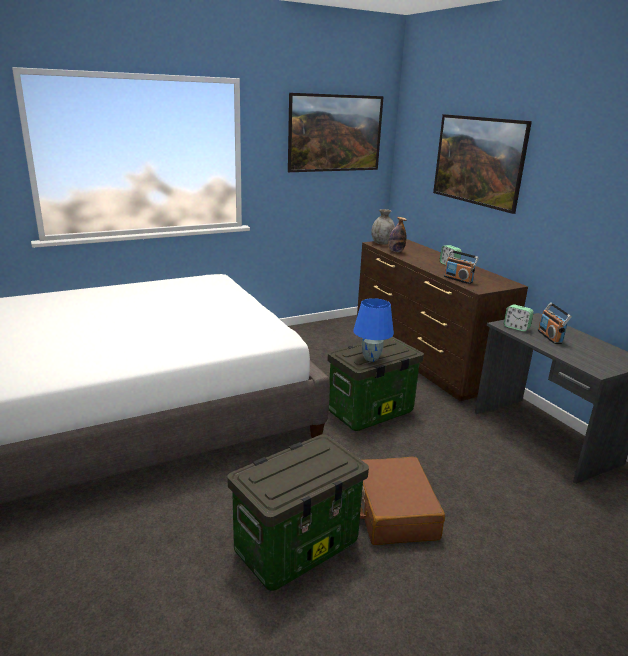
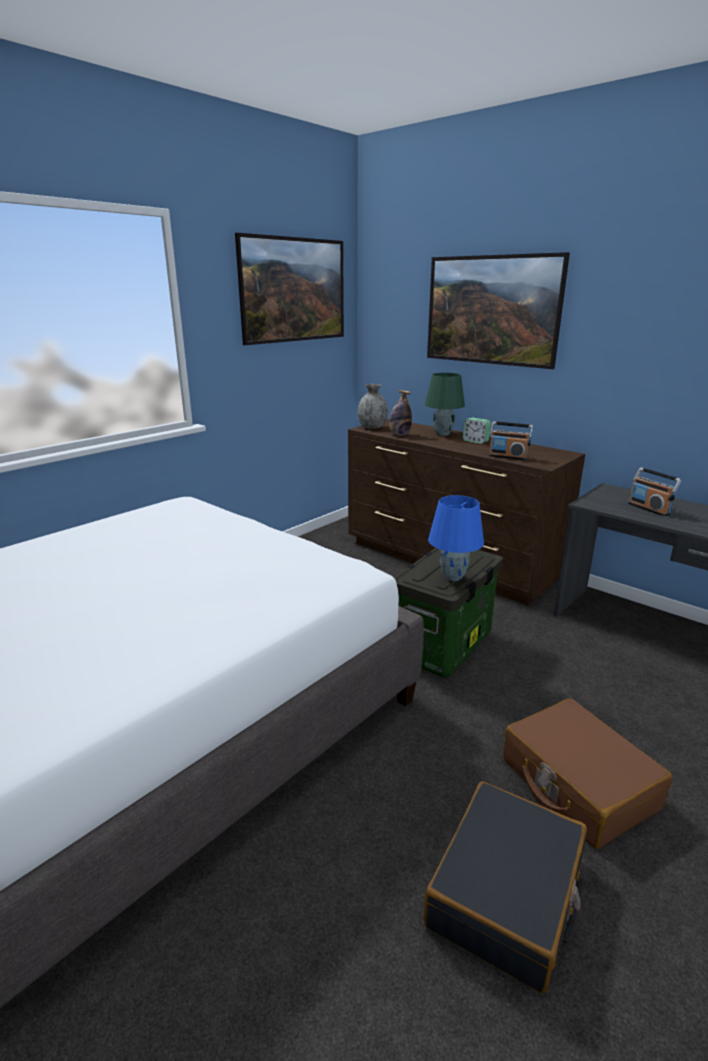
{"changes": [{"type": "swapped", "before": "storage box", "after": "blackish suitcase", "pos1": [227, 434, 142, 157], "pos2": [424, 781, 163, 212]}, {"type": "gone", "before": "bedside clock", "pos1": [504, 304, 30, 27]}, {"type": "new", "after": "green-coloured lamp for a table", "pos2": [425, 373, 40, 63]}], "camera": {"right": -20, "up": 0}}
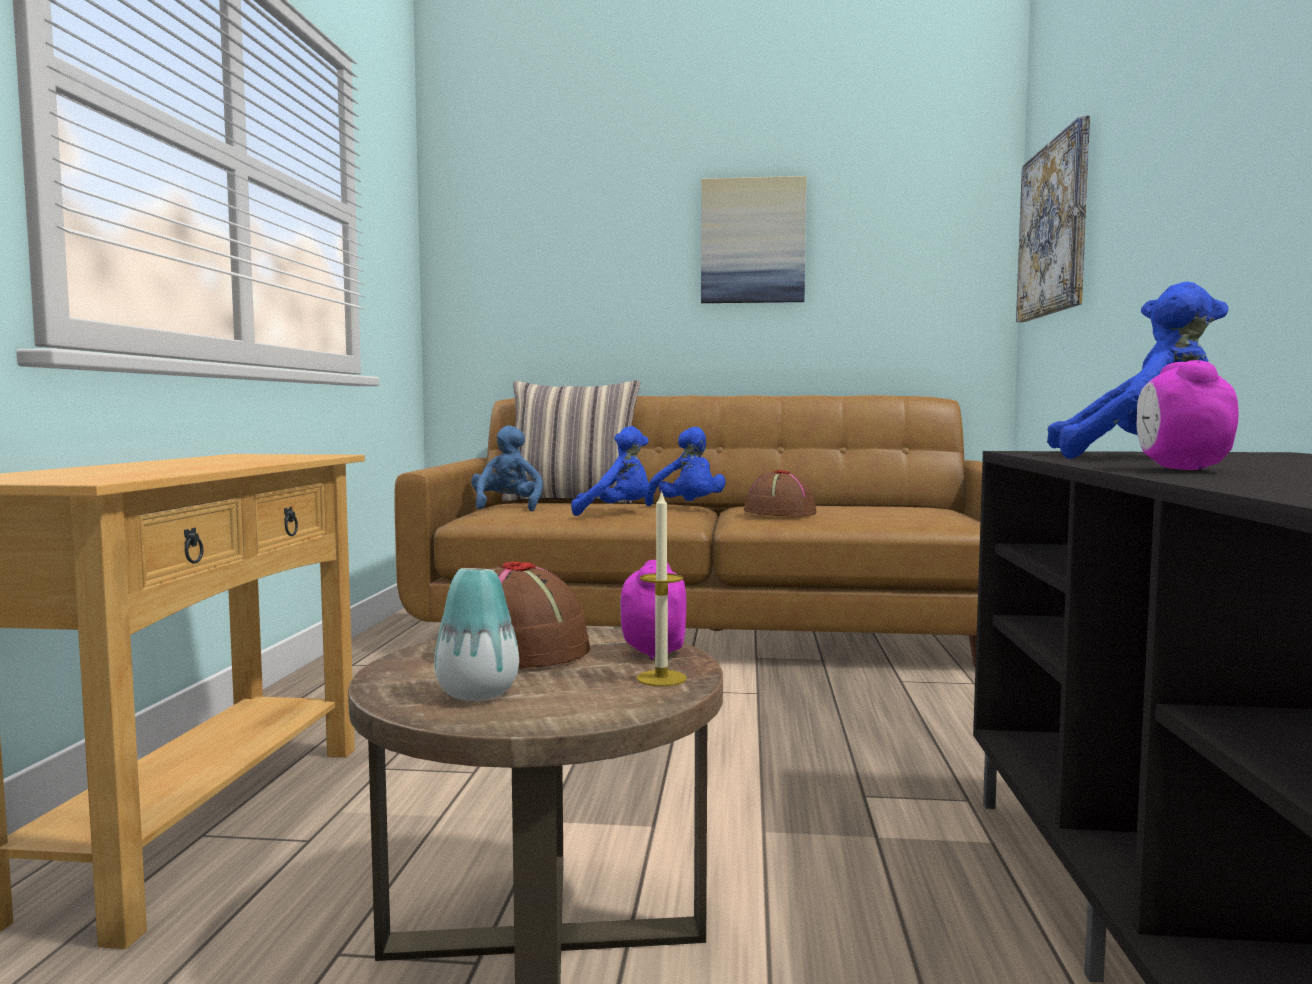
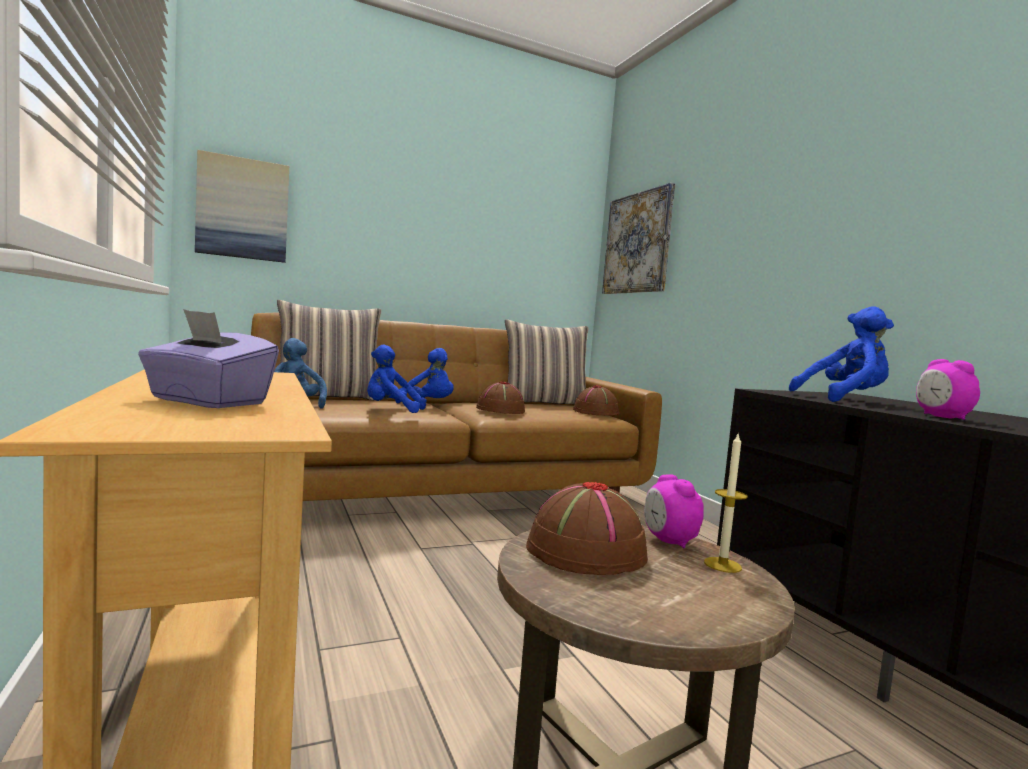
{"changes": [{"type": "gone", "before": "vase", "pos1": [434, 568, 85, 133]}, {"type": "rotated", "before": "bluish cuddly toy", "pos1": [571, 426, 78, 90], "pos2": [367, 344, 59, 69], "turn": -150}, {"type": "shifted", "before": "wall art", "pos1": [701, 176, 105, 127], "pos2": [195, 150, 94, 113]}, {"type": "new", "after": "purplish tissue holder", "pos2": [138, 309, 141, 99]}, {"type": "new", "after": "pillow", "pos2": [505, 319, 83, 86]}, {"type": "new", "after": "brown clothing hat", "pos2": [573, 385, 46, 30]}], "camera": {"right": -30, "up": 0}}
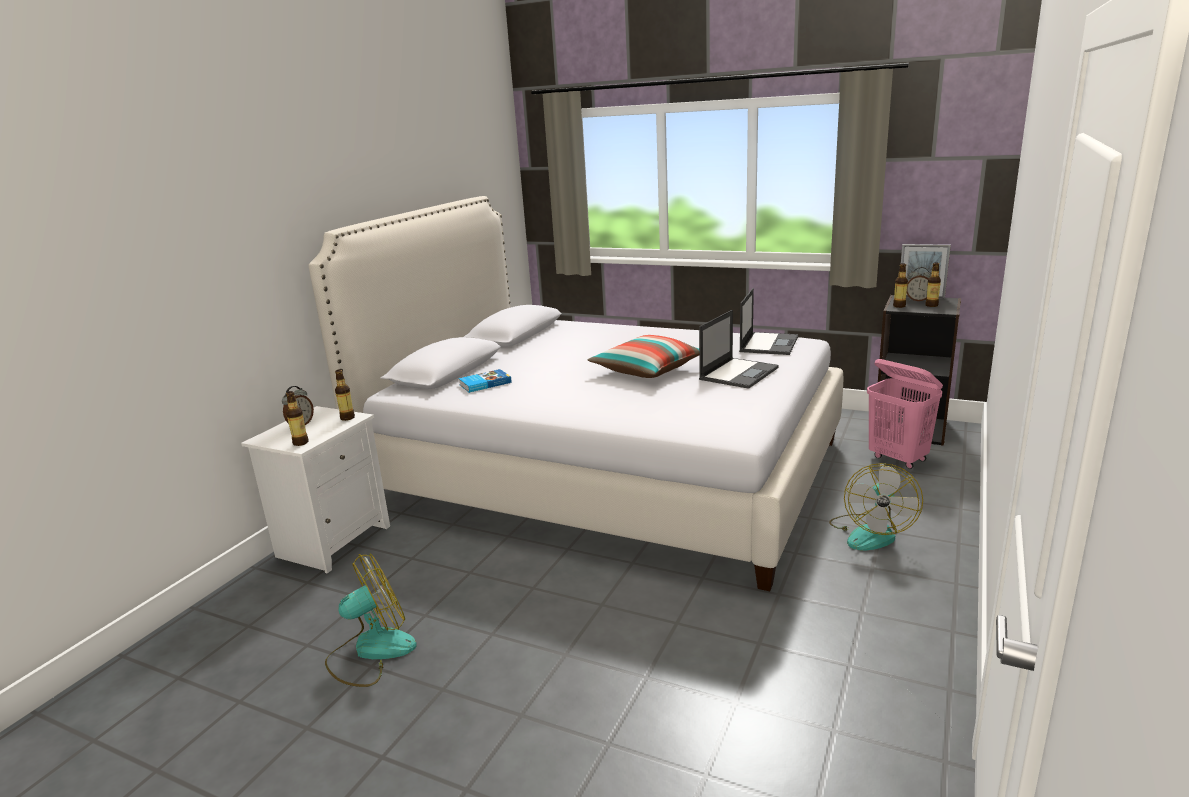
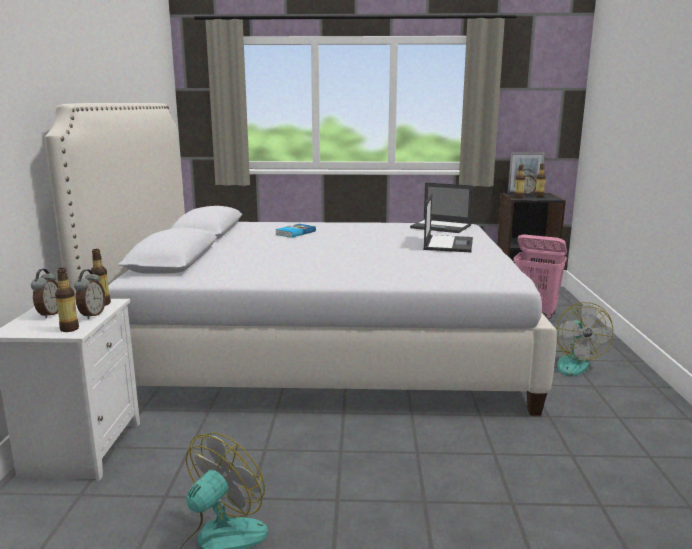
{"changes": [{"type": "shifted", "before": "book", "pos1": [459, 369, 53, 24], "pos2": [275, 224, 41, 14]}, {"type": "gone", "before": "pillow", "pos1": [588, 335, 111, 43]}, {"type": "rotated", "before": "notebook computer", "pos1": [739, 288, 59, 67], "pos2": [410, 182, 63, 51], "turn": 120}, {"type": "new", "after": "bedside clock", "pos2": [74, 269, 32, 50]}], "camera": {"right": -25, "up": -5}}
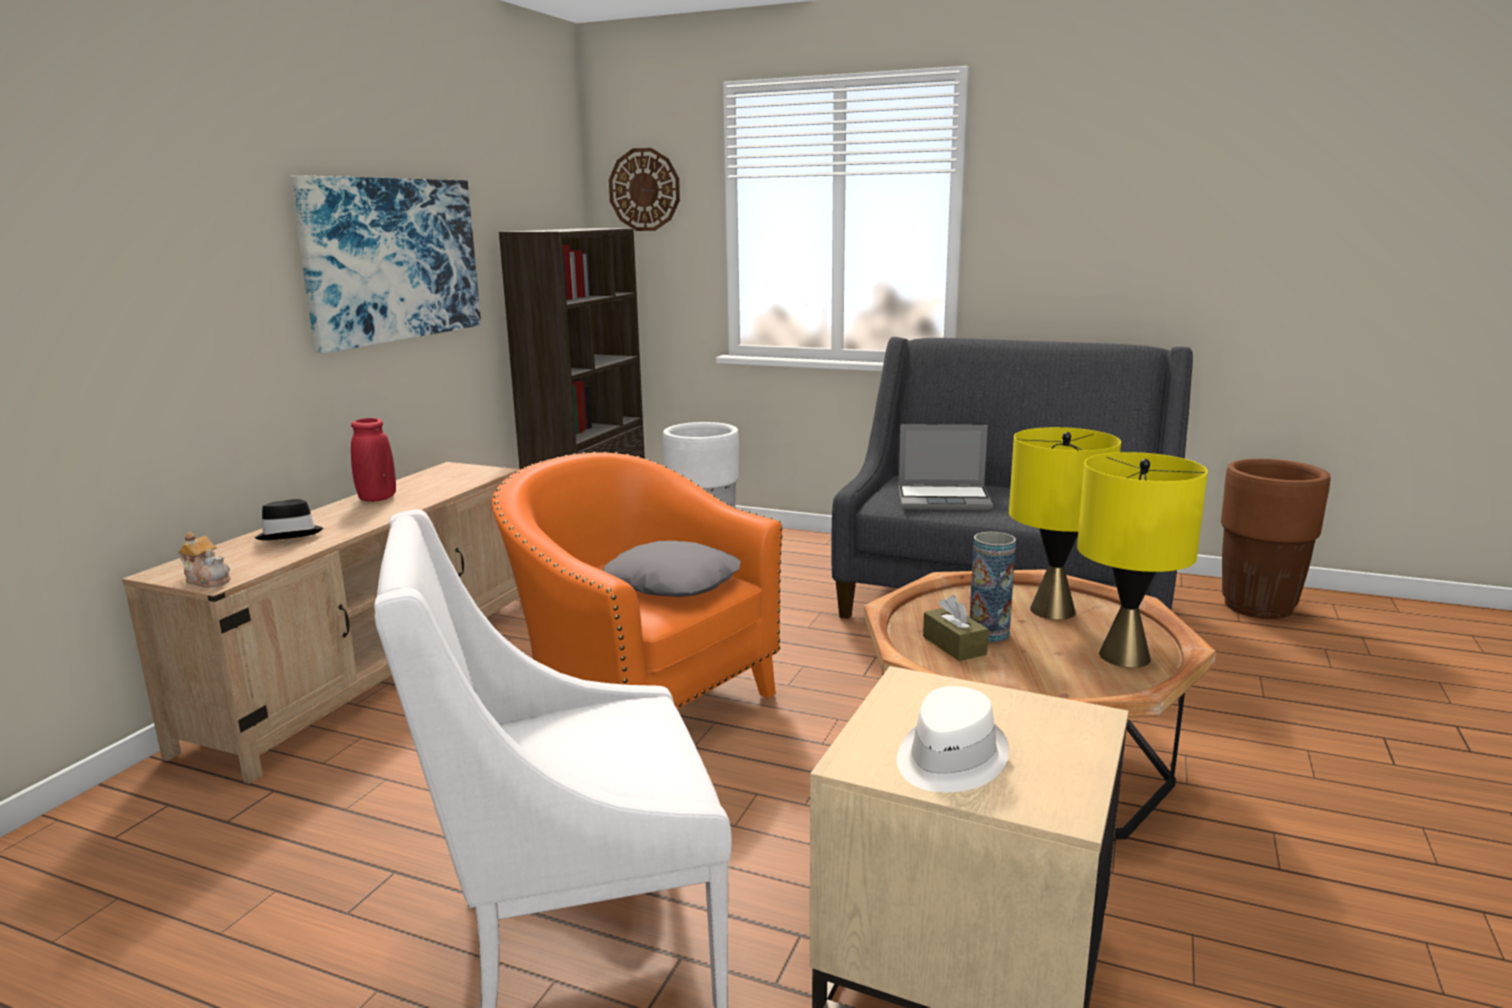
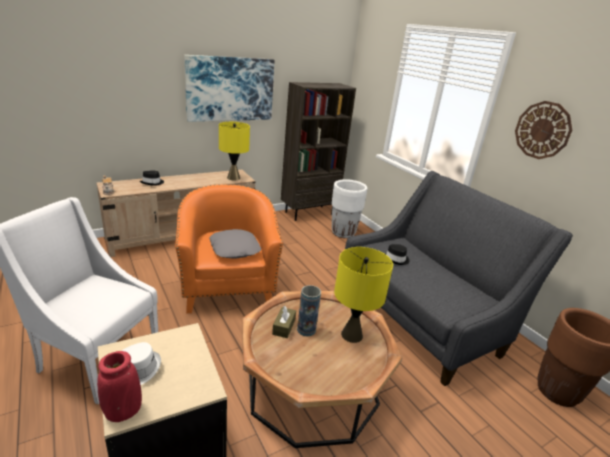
{"changes": [{"type": "shifted", "before": "red-coloured vase", "pos1": [351, 418, 45, 84], "pos2": [97, 351, 45, 71]}, {"type": "shifted", "before": "hanging clock", "pos1": [609, 148, 71, 83], "pos2": [515, 101, 57, 58]}, {"type": "swapped", "before": "notebook computer", "after": "blackish clothing hat", "pos1": [898, 424, 95, 86], "pos2": [384, 244, 25, 21]}, {"type": "shifted", "before": "yellow-coloured lamp for a table", "pos1": [1077, 452, 131, 216], "pos2": [219, 122, 31, 58]}], "camera": {"right": 35, "up": 10}}
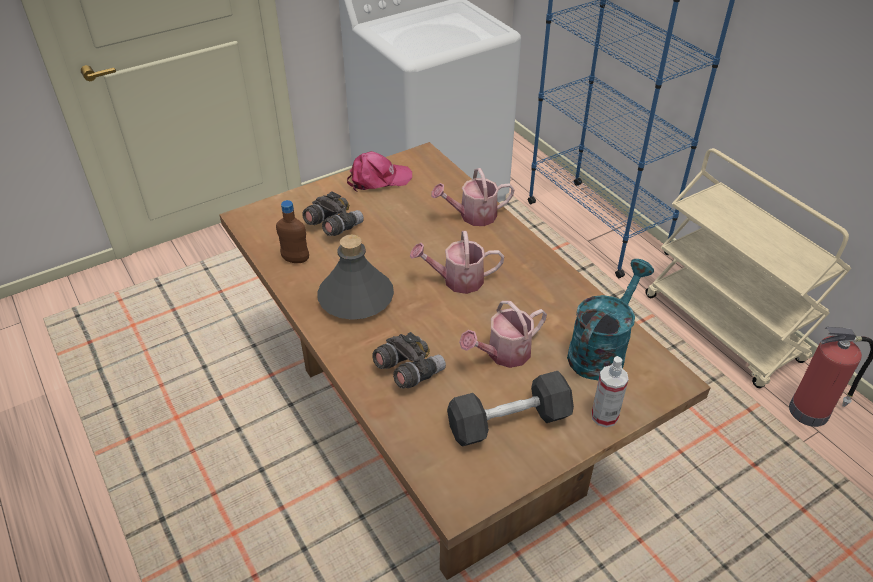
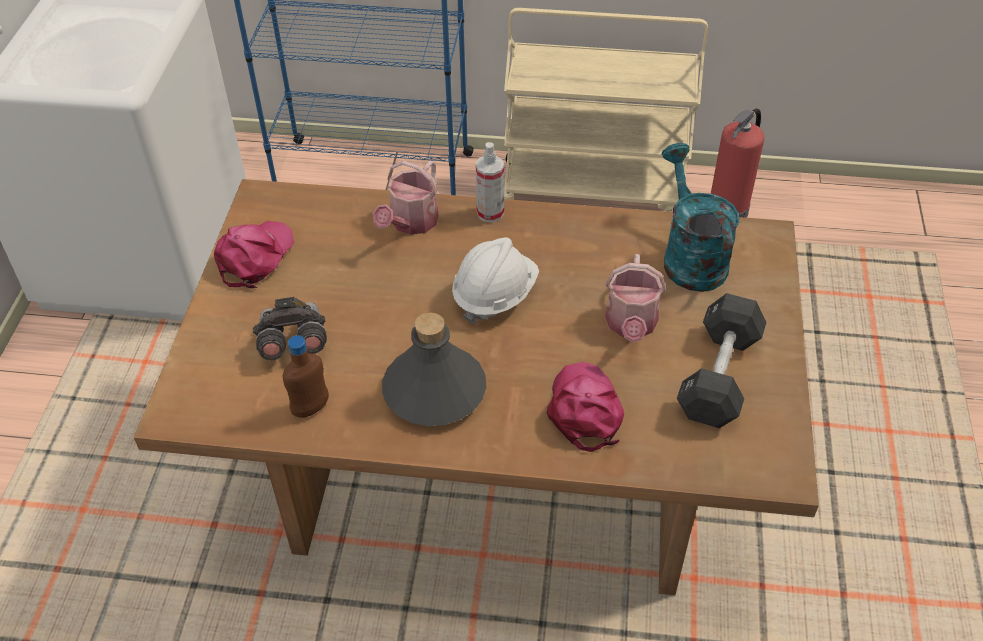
{"changes": [{"type": "swapped", "before": "greyish field glasses", "after": "pink-coloured cap", "pos1": [372, 332, 74, 57], "pos2": [547, 362, 77, 90]}, {"type": "swapped", "before": "watering can", "after": "white-coloured work helmet", "pos1": [410, 231, 94, 63], "pos2": [452, 237, 87, 87]}, {"type": "shifted", "before": "sprayer", "pos1": [591, 356, 38, 72], "pos2": [476, 142, 28, 80]}], "camera": {"right": -50, "up": 5}}
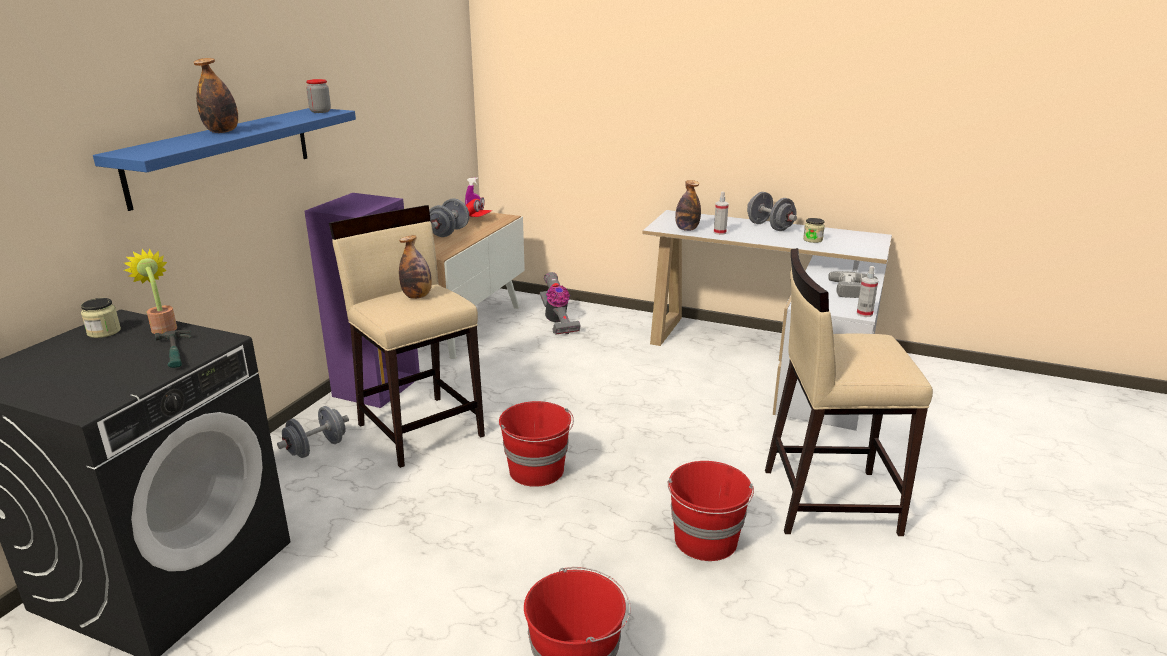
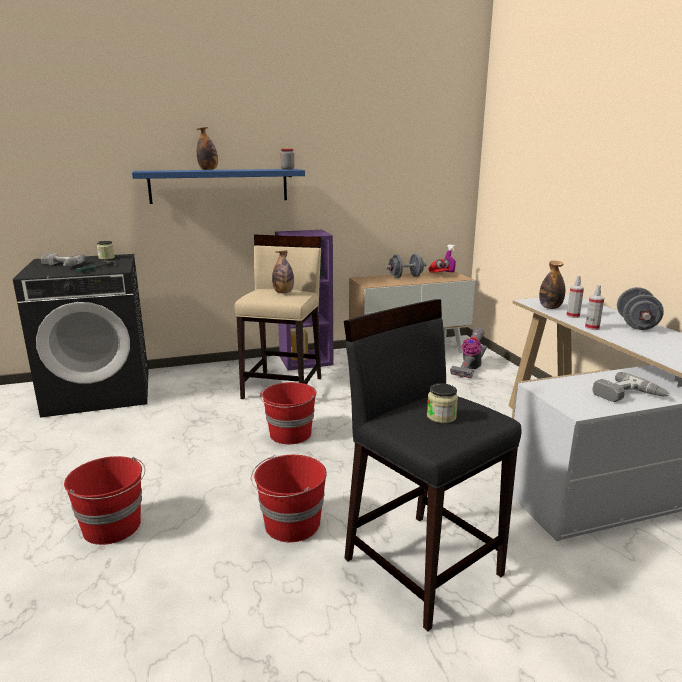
{"changes": [{"type": "gone", "before": "plant in a pot", "pos1": [124, 249, 53, 85]}, {"type": "gone", "before": "greyish free weight", "pos1": [277, 406, 72, 52]}, {"type": "repainted", "before": "beige sitting stool", "after": "blackish sitting stool", "pos1": [765, 248, 168, 288], "pos2": [344, 299, 177, 332]}, {"type": "shifted", "before": "preserve jar", "pos1": [803, 218, 22, 25], "pos2": [427, 383, 31, 40]}, {"type": "shifted", "before": "sprayer", "pos1": [857, 266, 21, 51], "pos2": [585, 285, 20, 45]}, {"type": "new", "after": "drill", "pos2": [41, 253, 44, 14]}], "camera": {"right": 50, "up": -5}}
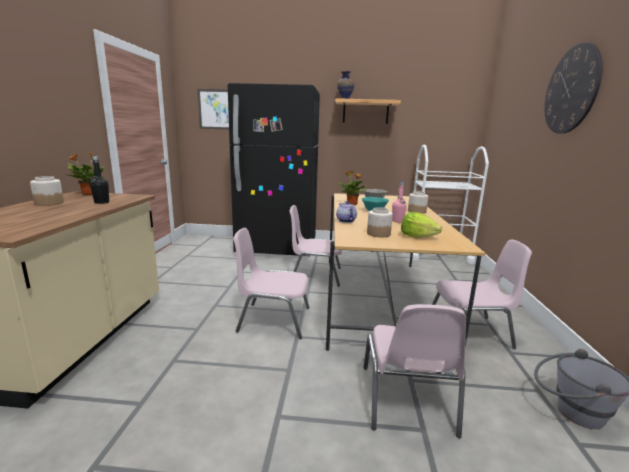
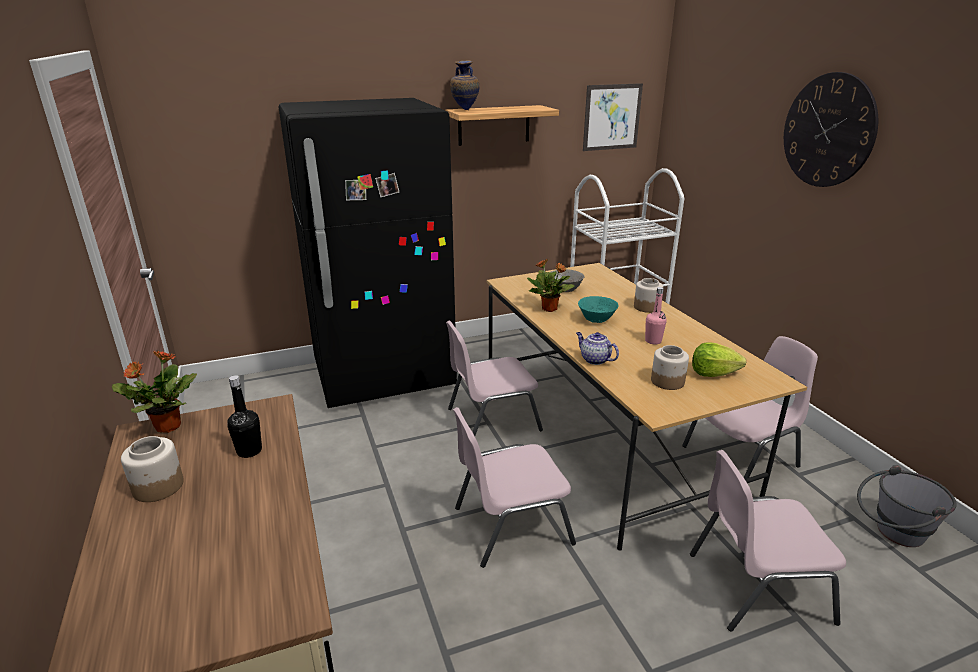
{"changes": [{"type": "shifted", "before": "wall art", "pos1": [197, 89, 32, 41], "pos2": [583, 83, 60, 68]}, {"type": "rotated", "before": "pink-coloured plain chair", "pos1": [364, 304, 102, 134], "pos2": [690, 450, 156, 182], "turn": 105}], "camera": {"right": -25, "up": 10}}
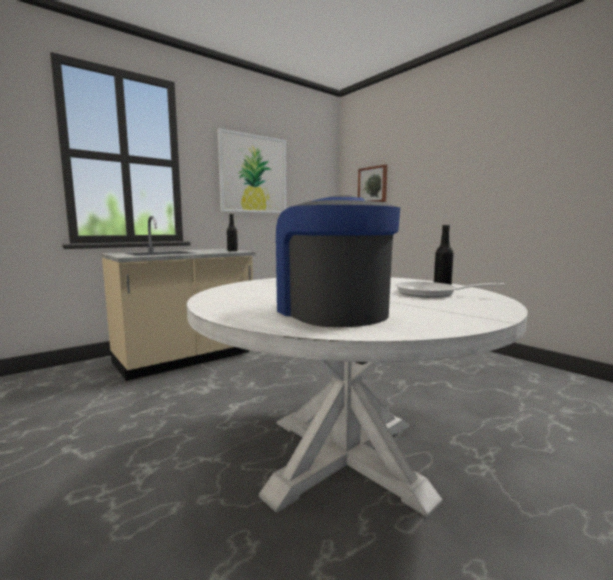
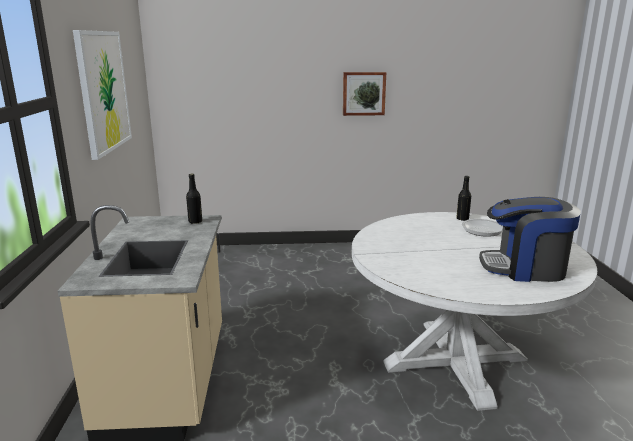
{"changes": [{"type": "shifted", "before": "wall art", "pos1": [358, 164, 29, 38], "pos2": [343, 72, 43, 44]}], "camera": {"right": -55, "up": 10}}
